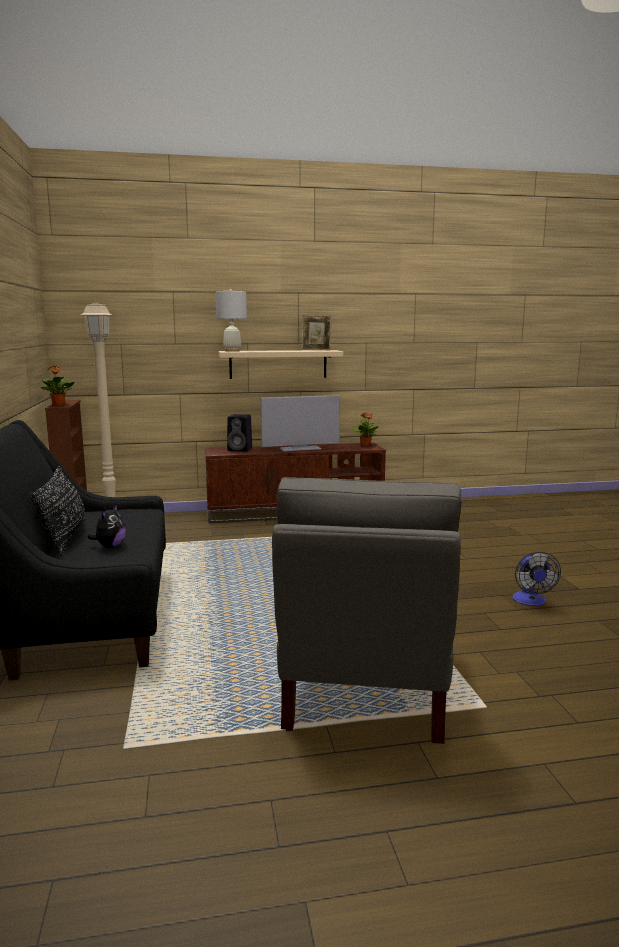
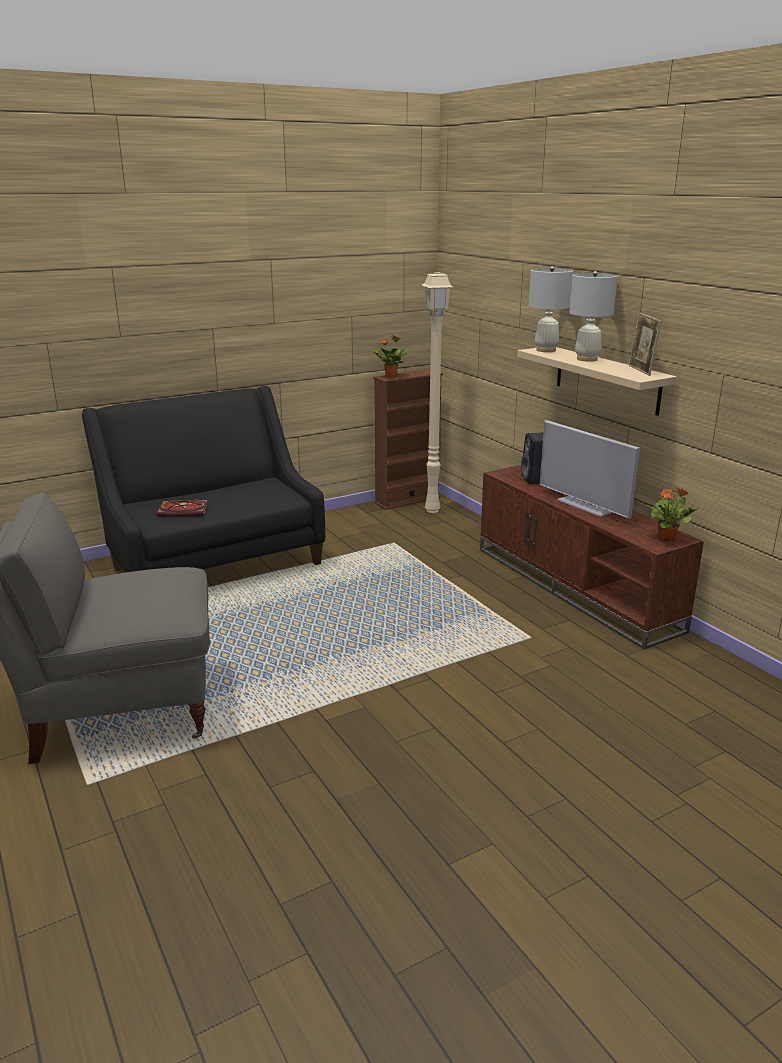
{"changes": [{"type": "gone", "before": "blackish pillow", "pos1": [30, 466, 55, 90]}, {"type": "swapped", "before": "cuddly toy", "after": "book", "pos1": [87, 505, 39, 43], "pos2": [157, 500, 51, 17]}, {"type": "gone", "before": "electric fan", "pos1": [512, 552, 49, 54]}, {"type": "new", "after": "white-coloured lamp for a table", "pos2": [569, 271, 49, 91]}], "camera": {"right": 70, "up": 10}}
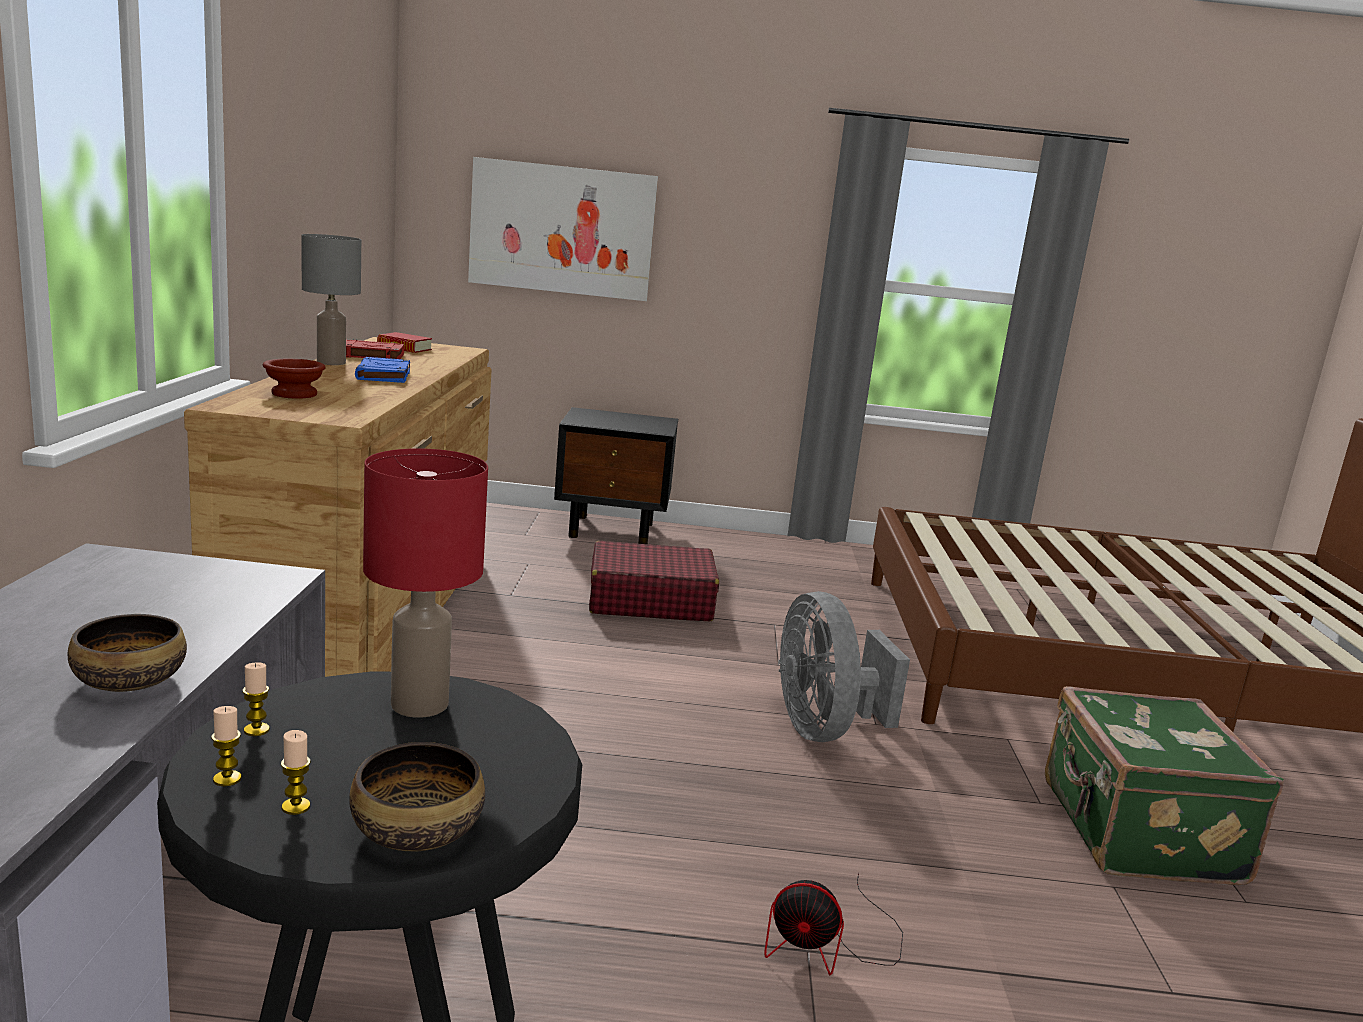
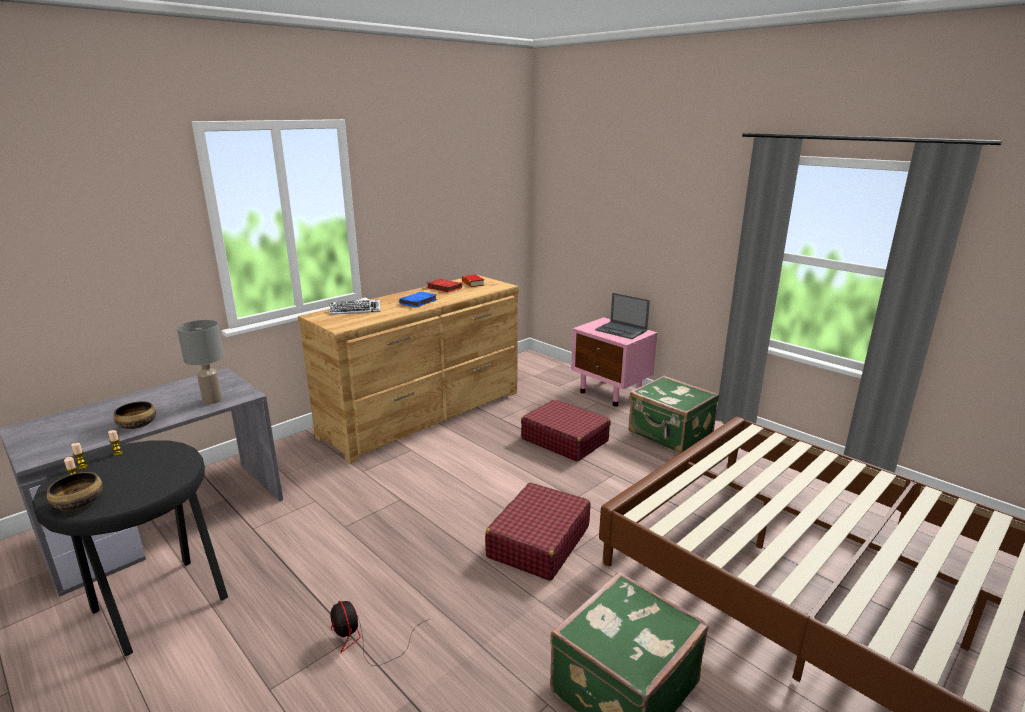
{"changes": [{"type": "swapped", "before": "brown serving bowl", "after": "PC keyboard", "pos1": [263, 359, 62, 40], "pos2": [329, 300, 51, 15]}, {"type": "shifted", "before": "greyish lamp for a table", "pos1": [301, 234, 60, 131], "pos2": [177, 320, 47, 84]}, {"type": "gone", "before": "red-coloured lamp for a table", "pos1": [363, 448, 125, 270]}, {"type": "gone", "before": "wall art", "pos1": [468, 157, 190, 144]}, {"type": "repainted", "before": "blackish nightstand", "after": "pink-coloured nightstand", "pos1": [554, 407, 124, 137], "pos2": [571, 317, 86, 90]}, {"type": "swapped", "before": "greyish electric fan", "after": "red-coloured suitcase", "pos1": [778, 591, 132, 151], "pos2": [485, 482, 105, 99]}, {"type": "new", "after": "notebook computer", "pos2": [595, 293, 55, 46]}, {"type": "new", "after": "green-coloured suitcase", "pos2": [629, 375, 90, 78]}], "camera": {"right": 45, "up": 5}}
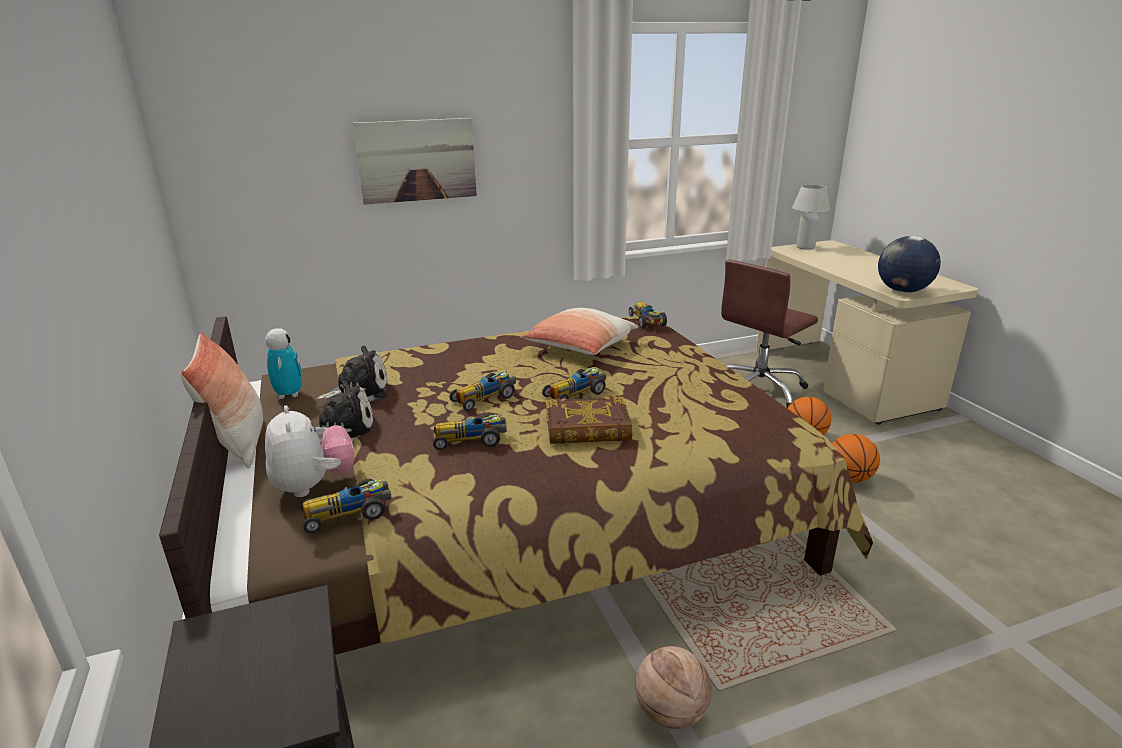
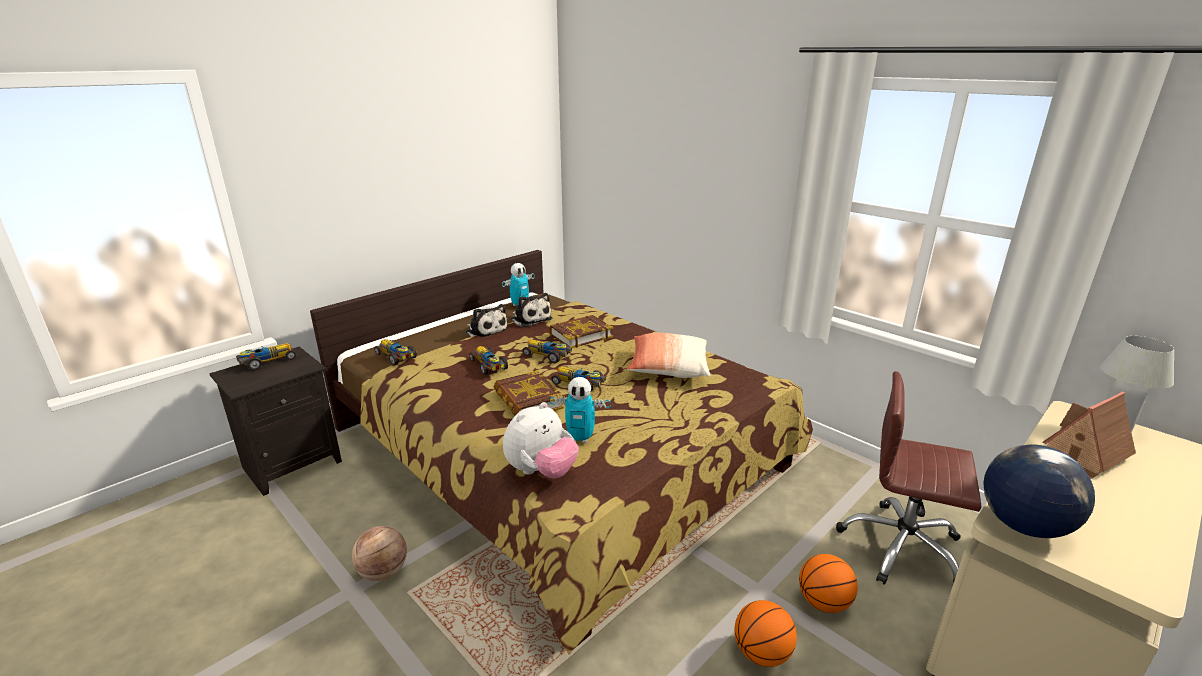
{"changes": [{"type": "gone", "before": "pillow", "pos1": [180, 331, 83, 138]}, {"type": "shifted", "before": "cuddly toy", "pos1": [265, 405, 90, 92], "pos2": [503, 402, 76, 76]}, {"type": "gone", "before": "wall art", "pos1": [353, 118, 124, 87]}, {"type": "shifted", "before": "toy car", "pos1": [629, 302, 38, 26], "pos2": [236, 343, 60, 28]}, {"type": "new", "after": "book", "pos2": [549, 315, 64, 33]}, {"type": "new", "after": "model robot", "pos2": [550, 377, 60, 66]}, {"type": "new", "after": "miniature house", "pos2": [1042, 391, 94, 88]}], "camera": {"right": 65, "up": 0}}
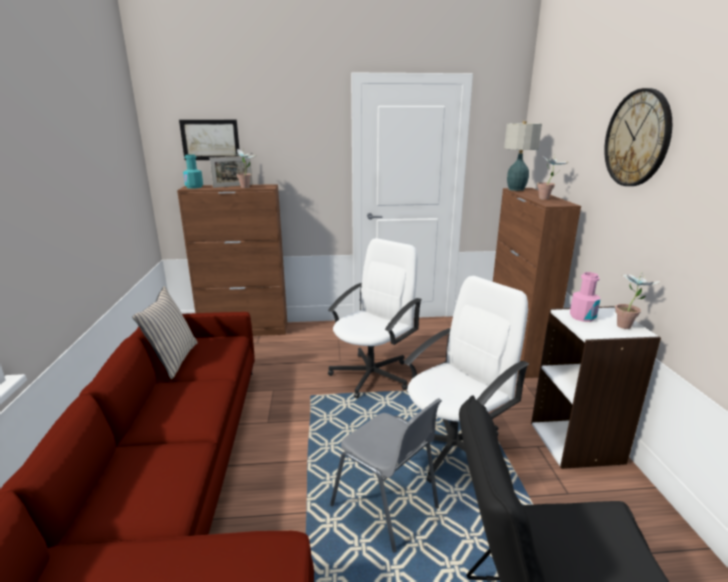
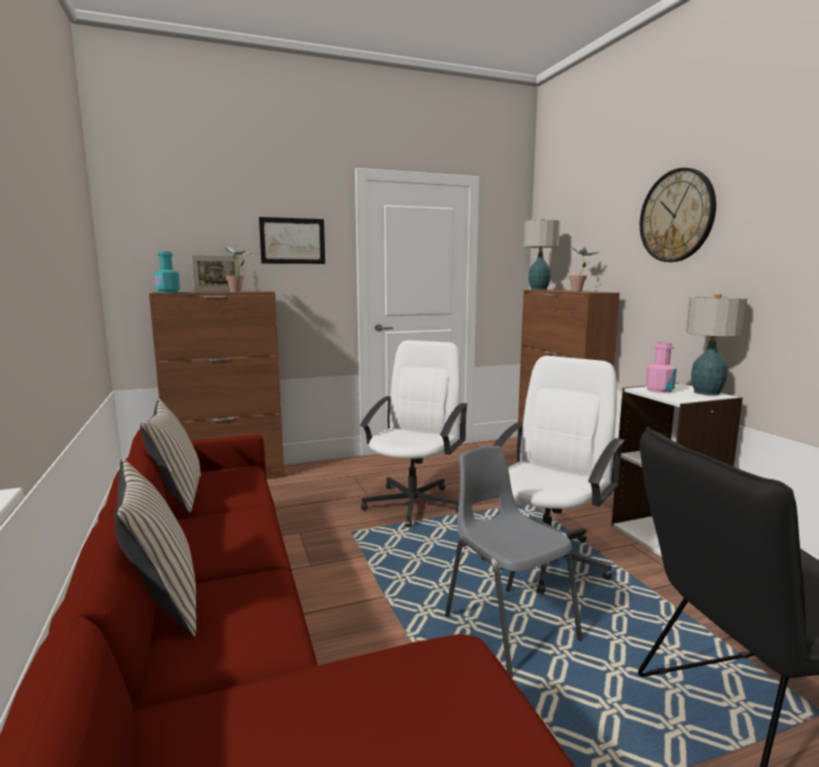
{"changes": [{"type": "shifted", "before": "wall art", "pos1": [179, 120, 61, 40], "pos2": [259, 217, 66, 47]}, {"type": "rotated", "before": "greyish plain chair", "pos1": [330, 398, 112, 155], "pos2": [445, 446, 138, 232], "turn": -150}, {"type": "swapped", "before": "plant in a pot", "after": "lamp for a table", "pos1": [615, 272, 45, 57], "pos2": [686, 294, 61, 101]}, {"type": "new", "after": "beige pillow", "pos2": [114, 459, 82, 178]}], "camera": {"right": -15, "up": -10}}
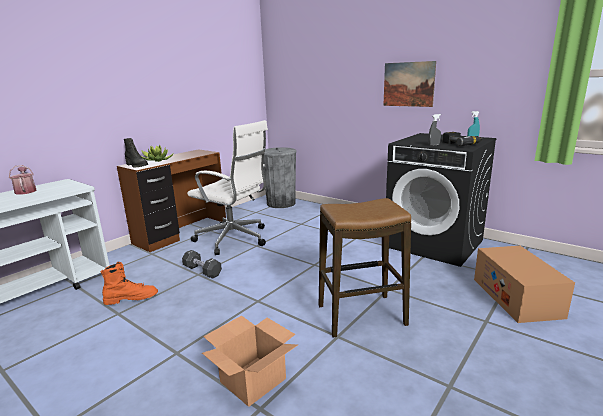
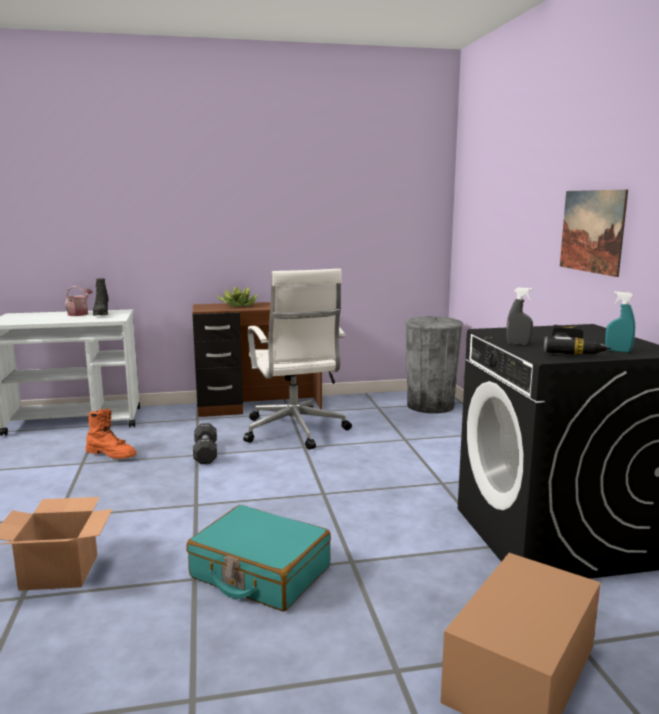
{"changes": [{"type": "shifted", "before": "blackish high-top boot", "pos1": [124, 138, 24, 30], "pos2": [93, 278, 16, 38]}, {"type": "swapped", "before": "sitting stool", "after": "turquoise suitcase", "pos1": [319, 198, 92, 140], "pos2": [186, 505, 145, 106]}], "camera": {"right": 40, "up": -5}}
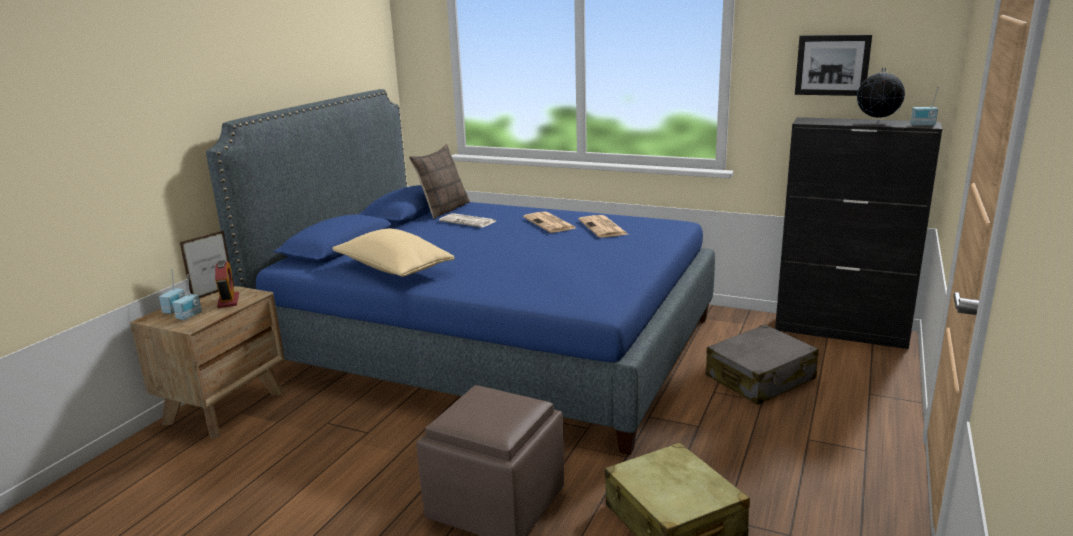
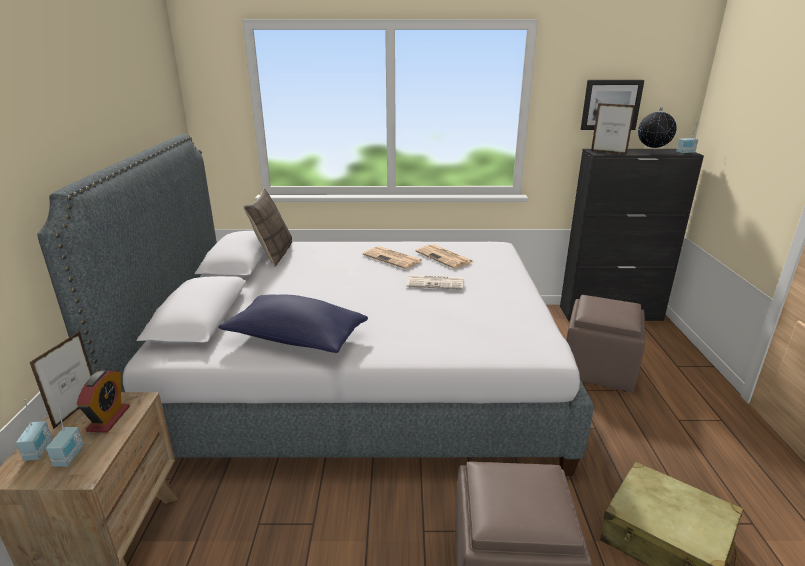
{"changes": [{"type": "repainted", "before": "bluish bedroom bed", "after": "greyish bedroom bed", "pos1": [206, 89, 509, 366], "pos2": [37, 134, 557, 342]}, {"type": "rotated", "before": "bedside clock", "pos1": [215, 260, 24, 48], "pos2": [77, 370, 53, 63], "turn": 45}, {"type": "repainted", "before": "beige pillow", "after": "bluish pillow", "pos1": [332, 229, 123, 48], "pos2": [218, 294, 150, 59]}, {"type": "shifted", "before": "daily paper", "pos1": [439, 213, 57, 14], "pos2": [406, 275, 58, 15]}, {"type": "swapped", "before": "greyish suitcase", "after": "brown footrest", "pos1": [706, 324, 113, 81], "pos2": [566, 295, 79, 97]}, {"type": "new", "after": "picture frame", "pos2": [591, 103, 45, 51]}], "camera": {"right": -25, "up": 5}}
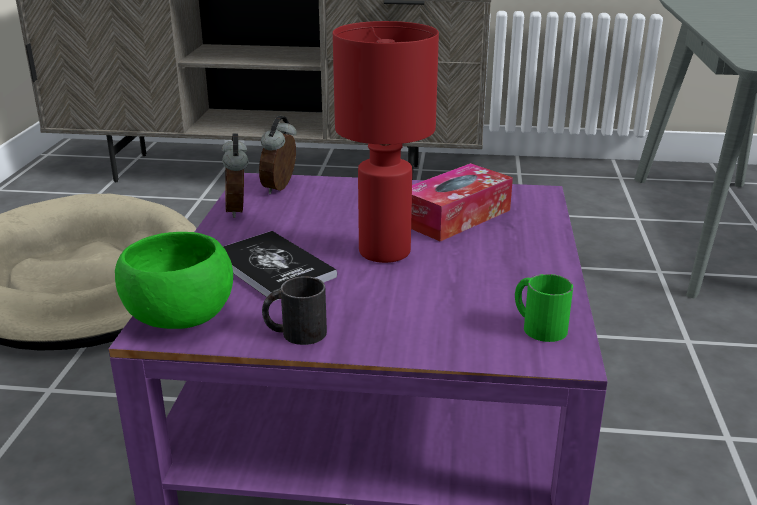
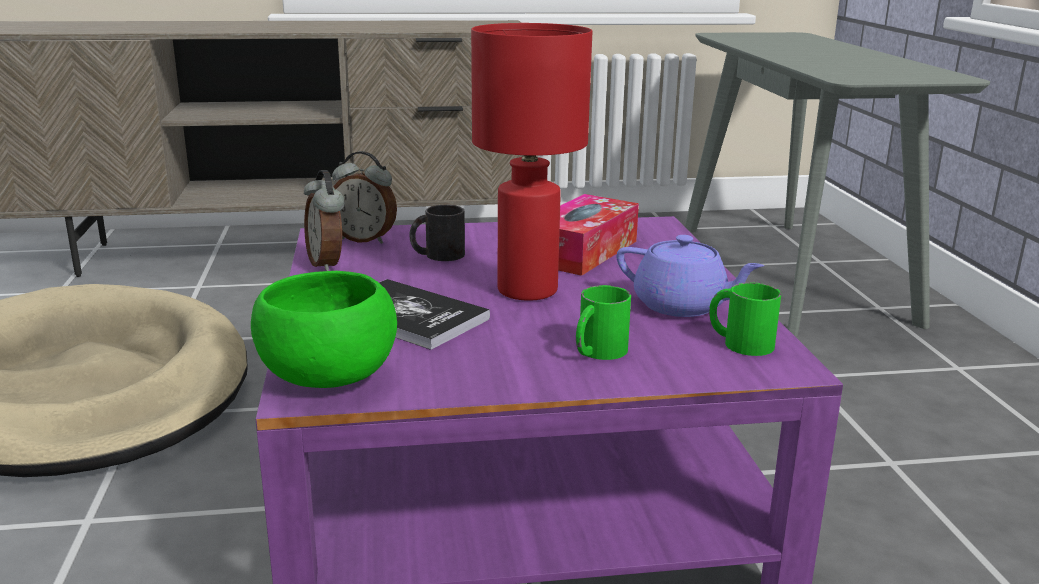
{"changes": [{"type": "rotated", "before": "bedside clock", "pos1": [259, 116, 38, 78], "pos2": [332, 151, 65, 93], "turn": -75}, {"type": "shifted", "before": "blackish coffee mug", "pos1": [262, 276, 65, 69], "pos2": [409, 205, 56, 56]}, {"type": "new", "after": "green-coloured coffee mug", "pos2": [576, 285, 55, 75]}, {"type": "new", "after": "purplish teapot", "pos2": [617, 235, 147, 82]}], "camera": {"right": -15, "up": -5}}
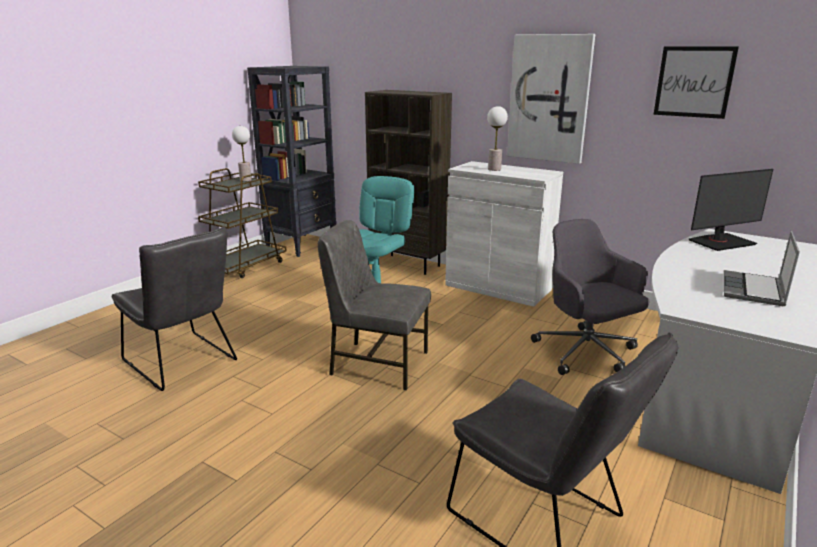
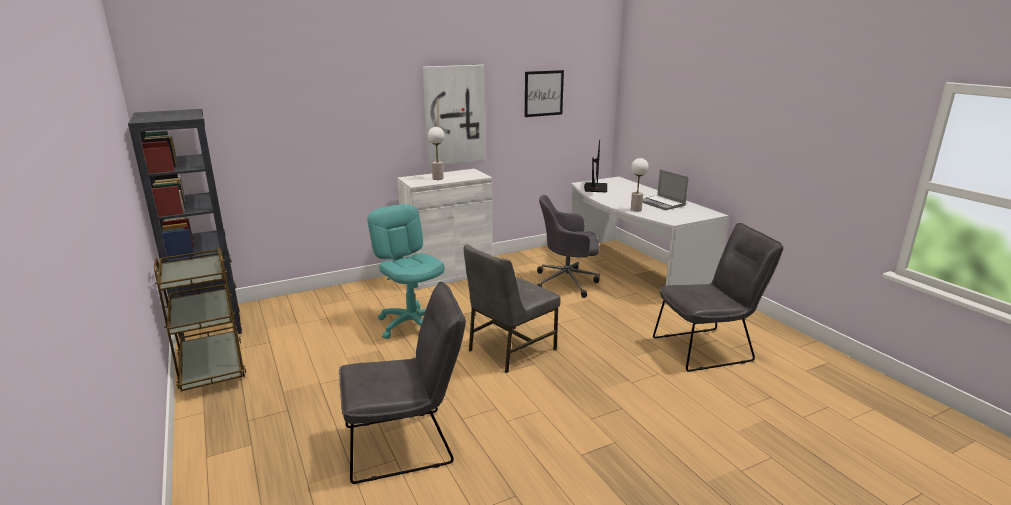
{"changes": [{"type": "shifted", "before": "lamp for a table", "pos1": [232, 126, 20, 56], "pos2": [631, 158, 18, 53]}, {"type": "gone", "before": "brown bookshelf", "pos1": [365, 90, 87, 185]}], "camera": {"right": -60, "up": 0}}
